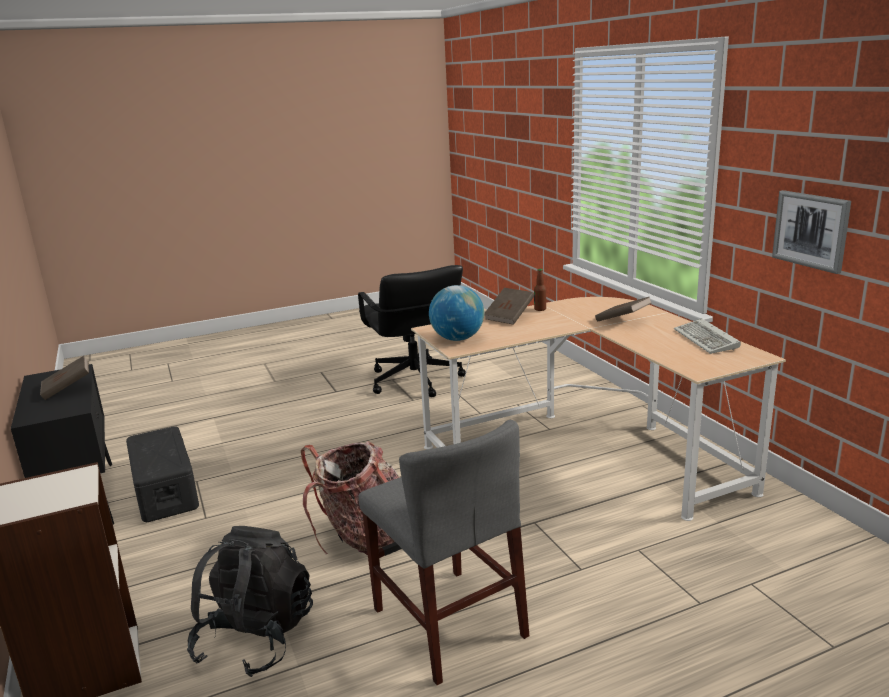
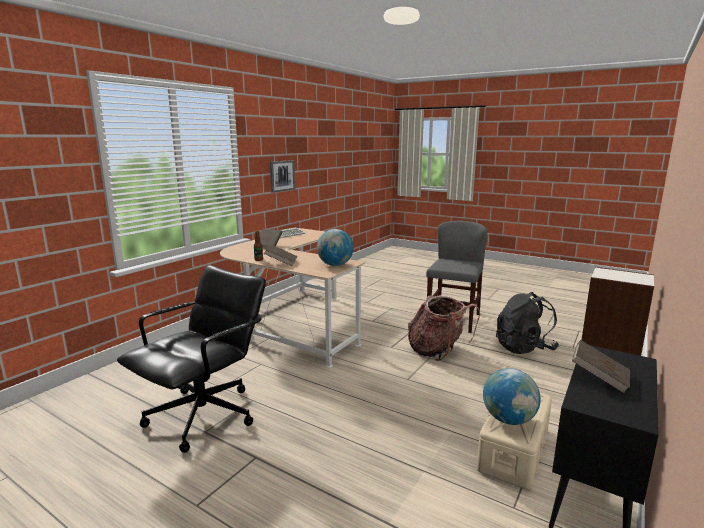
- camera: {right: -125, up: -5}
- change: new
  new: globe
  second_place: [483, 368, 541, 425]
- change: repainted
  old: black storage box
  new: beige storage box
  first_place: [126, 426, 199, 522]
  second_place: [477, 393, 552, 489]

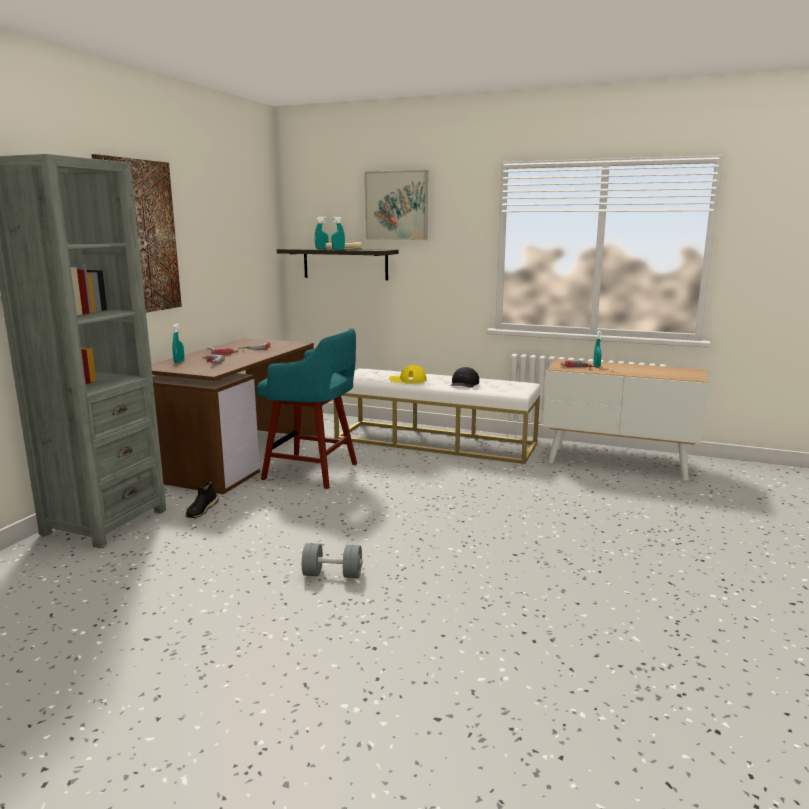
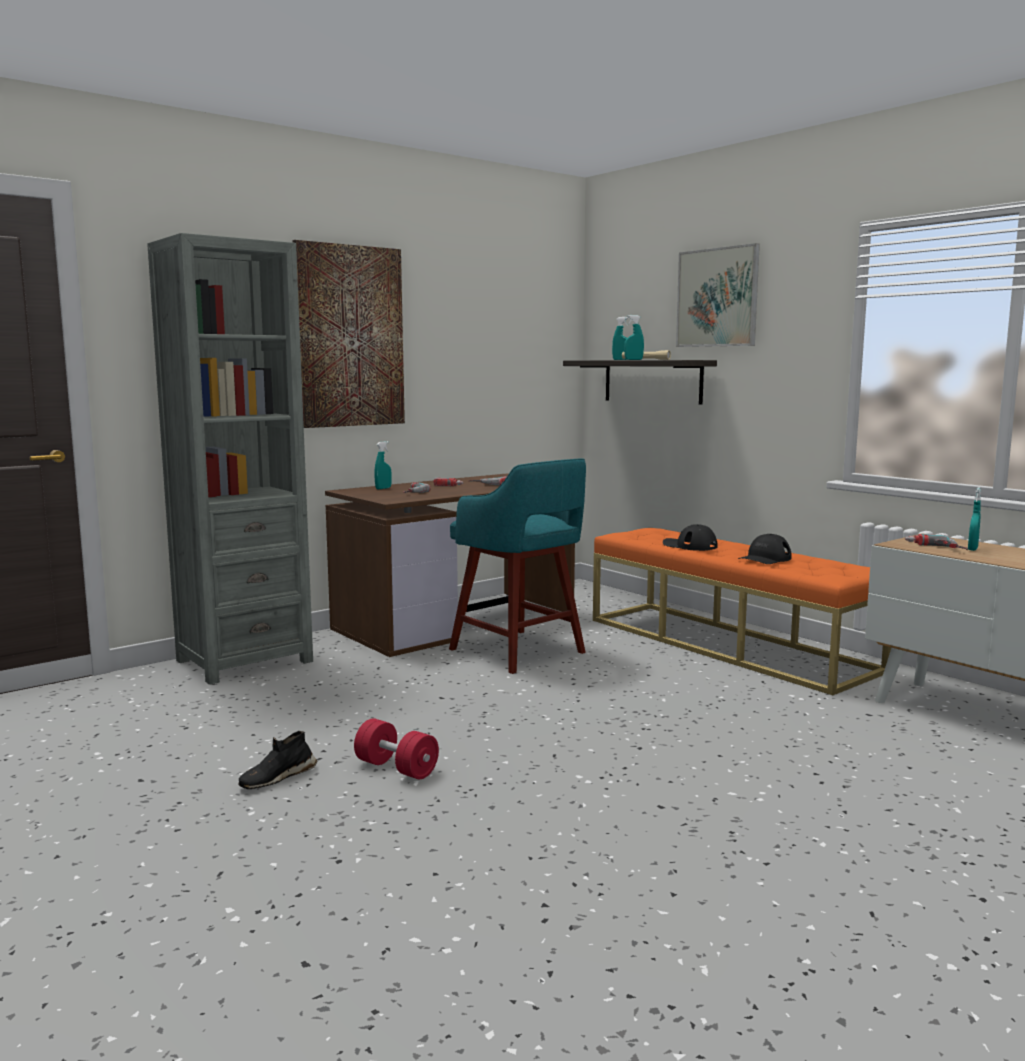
- camera: {right: 30, up: -5}
- change: shifted
  old: black shoe
  first_place: [186, 482, 219, 518]
  second_place: [238, 731, 318, 789]
- change: repainted
  old: grey dumbbell
  new: red dumbbell
  first_place: [302, 543, 363, 578]
  second_place: [354, 718, 439, 779]
- change: repainted
  old: white bench
  new: orange bench
  first_place: [333, 369, 540, 464]
  second_place: [593, 528, 891, 695]
- change: repainted
  old: yellow cap
  new: black cap
  first_place: [389, 365, 427, 383]
  second_place: [663, 524, 717, 551]

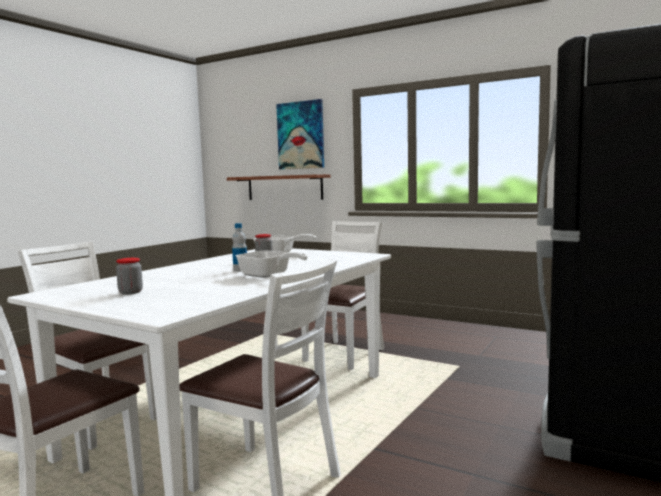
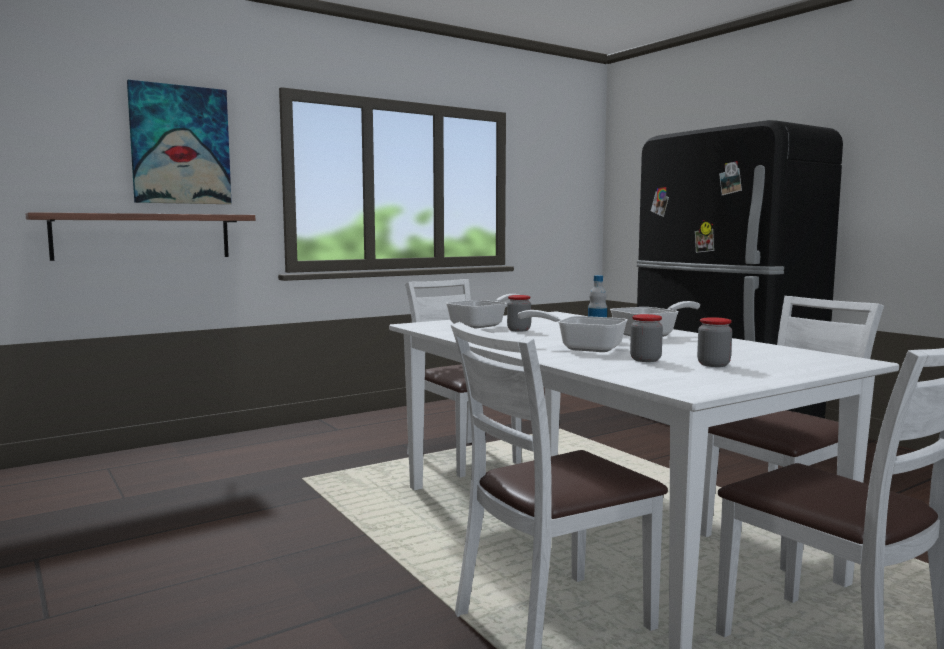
- camera: {right: -65, up: 0}
- change: new
  new: frying pan
  second_place: [518, 310, 628, 352]
- change: new
  new: jar
  second_place: [630, 314, 663, 362]

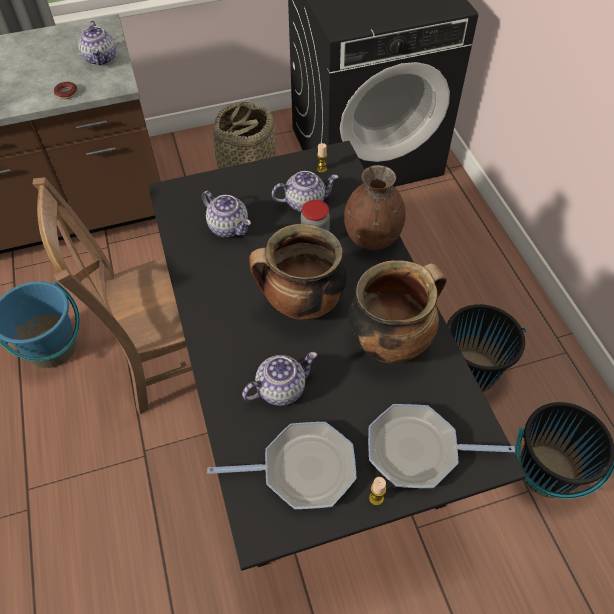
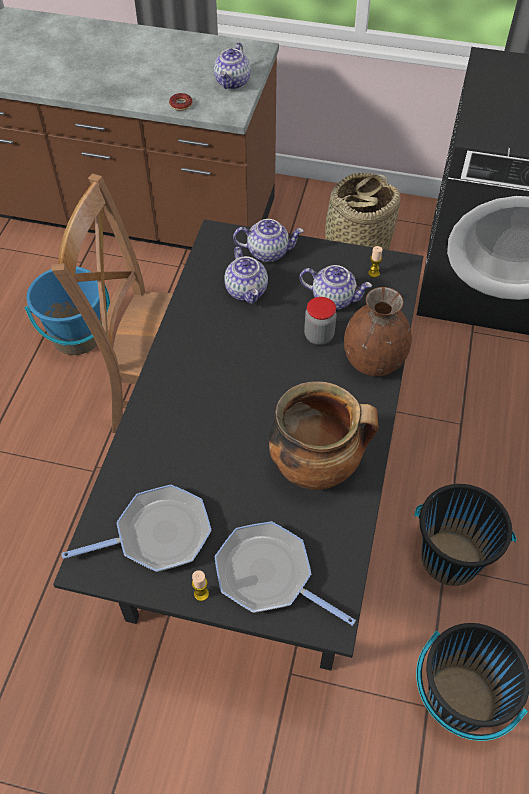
- camera: {right: 30, up: 0}
- change: gone
  old: cooking pot
  first_place: [249, 224, 347, 320]
- change: shifted
  old: teapot
  first_place: [242, 352, 317, 406]
  second_place: [233, 219, 304, 262]
- change: rotated
  old: frying pan
  first_place: [207, 422, 357, 509]
  second_place: [62, 485, 211, 572]
  degrees: -45

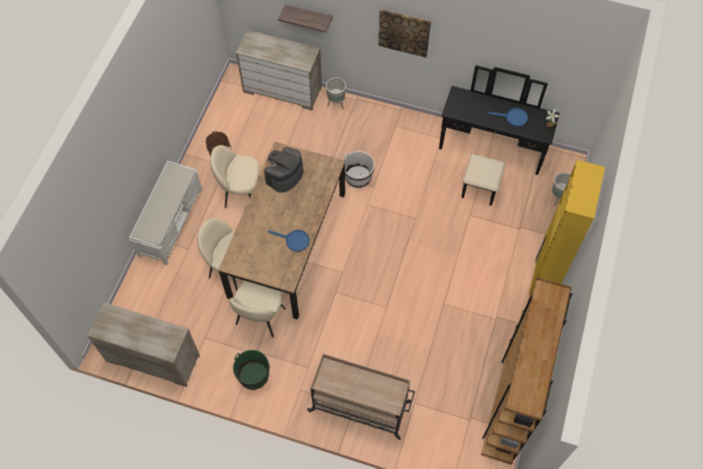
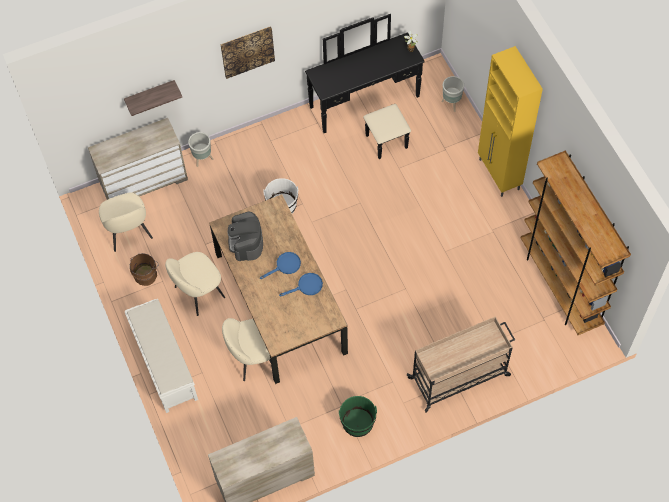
- camera: {right: -40, up: 0}
- change: shifted
  old: beige chair
  first_place: [229, 281, 286, 337]
  second_place: [99, 192, 153, 252]
- change: shifted
  old: blue frying pan
  first_place: [487, 108, 528, 127]
  second_place: [260, 252, 301, 279]

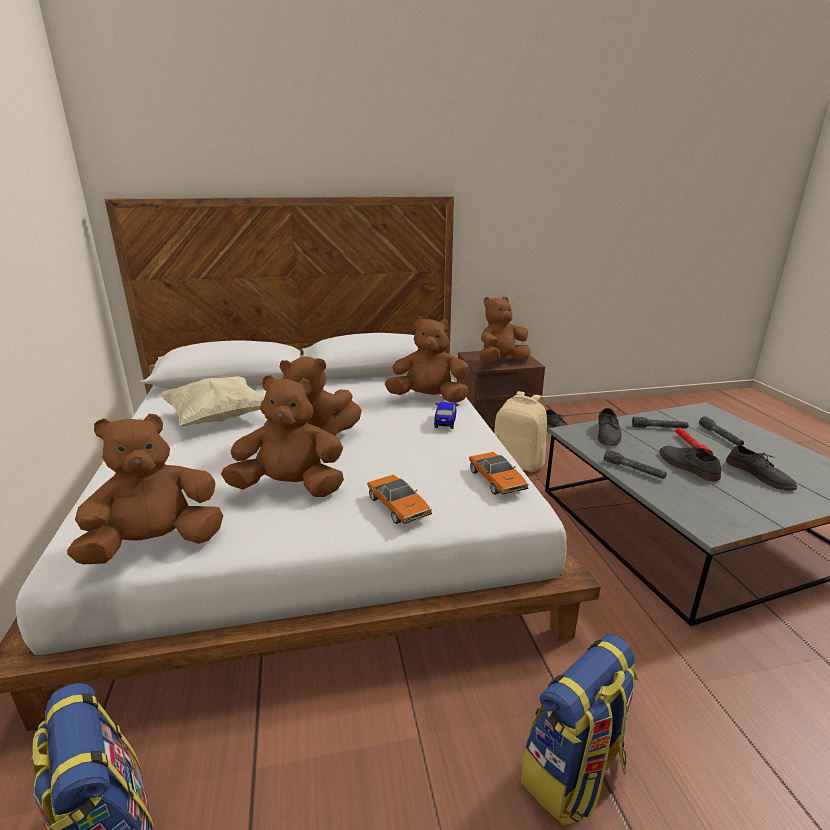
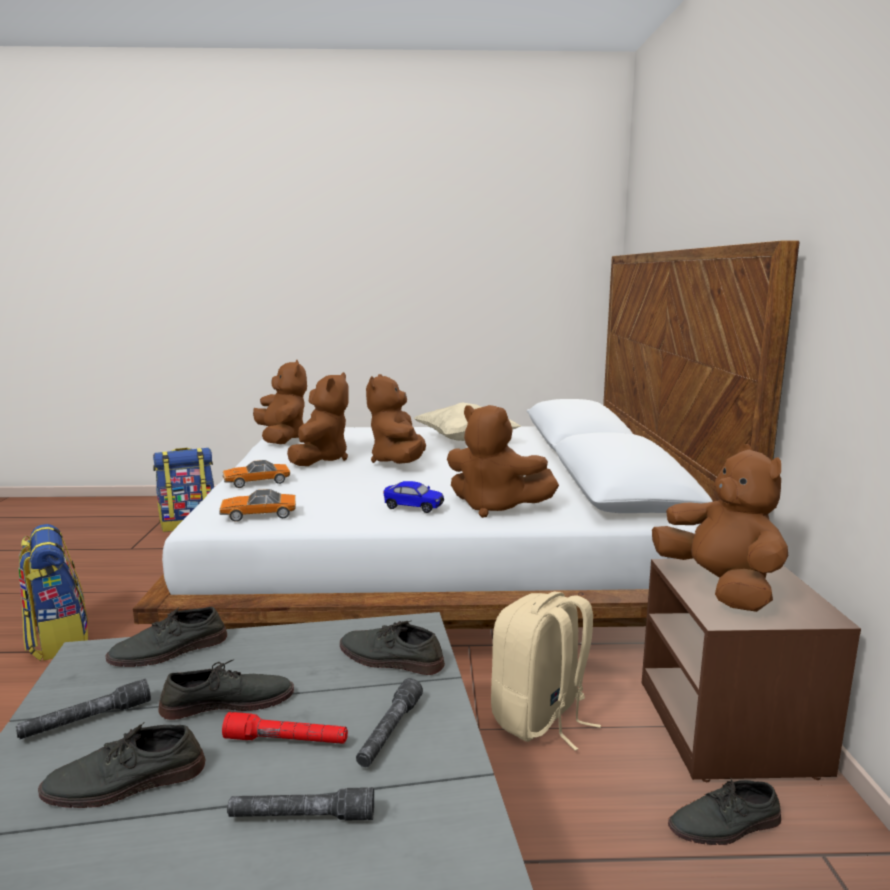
- camera: {right: 100, up: -10}
- change: new
  new: grey shoe
  second_place: [106, 607, 227, 667]
- change: shifted
  old: grey flashlight
  first_place: [604, 449, 667, 479]
  second_place: [16, 678, 151, 739]
- change: rotated
  old: brown plush toy
  first_place: [385, 317, 469, 403]
  second_place: [447, 405, 559, 518]
  degrees: 105

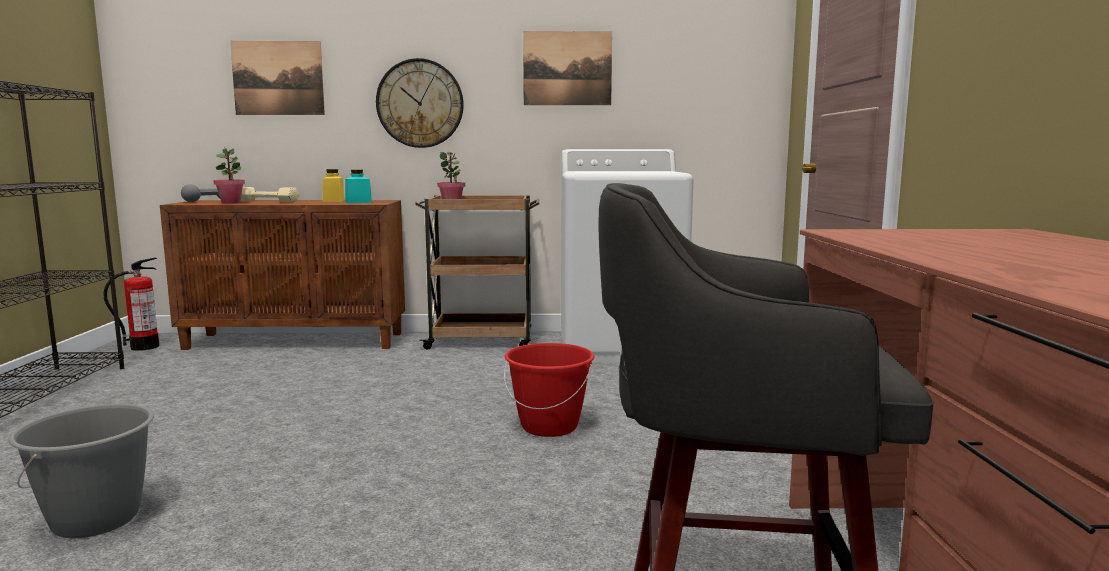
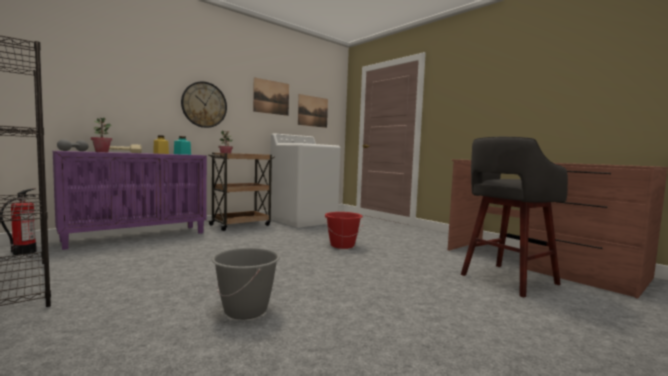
- camera: {right: -40, up: -5}
- change: shifted
  old: picture
  first_place: [230, 41, 325, 115]
  second_place: [298, 94, 328, 128]
- change: repainted
  old: brown cabinet
  new: purple cabinet
  first_place: [160, 200, 405, 350]
  second_place: [53, 151, 207, 250]

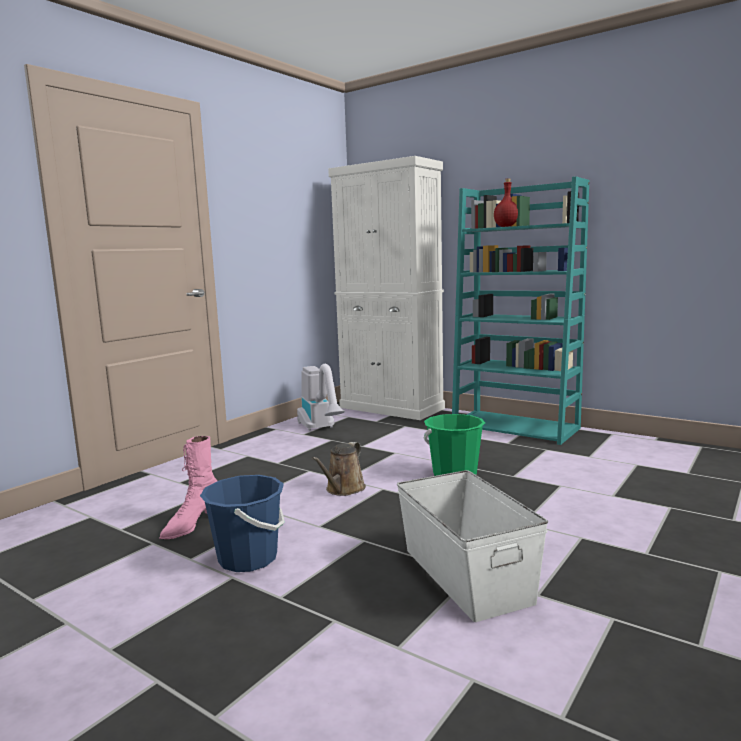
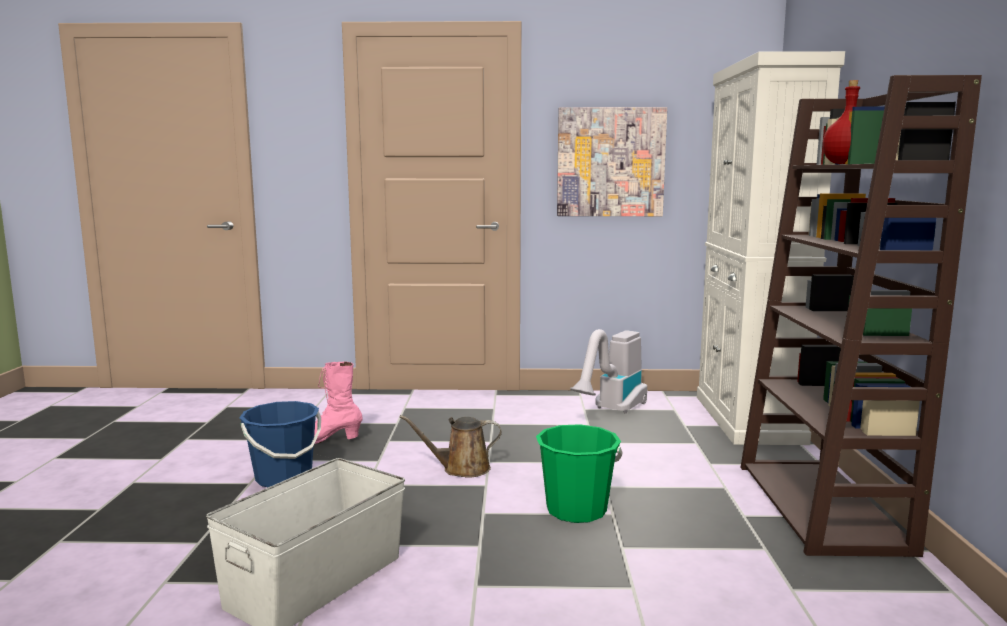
- camera: {right: 55, up: 0}
- change: new
  new: picture
  second_place: [557, 107, 667, 216]
- change: repainted
  old: turquoise bookcase
  new: brown bookcase
  first_place: [452, 176, 589, 445]
  second_place: [740, 75, 982, 557]

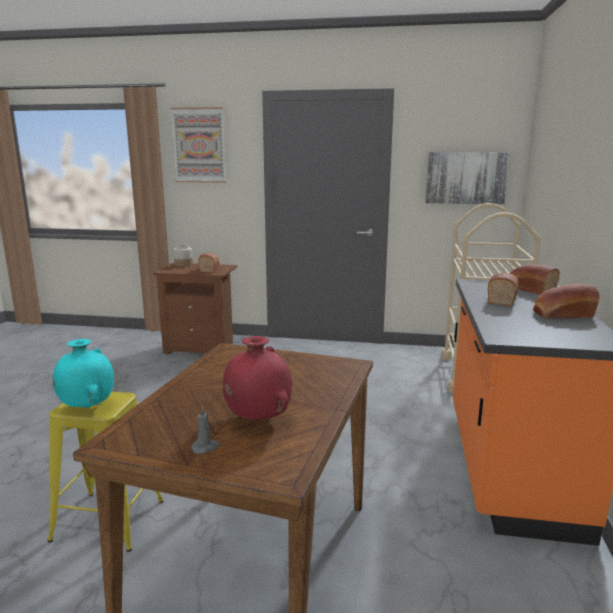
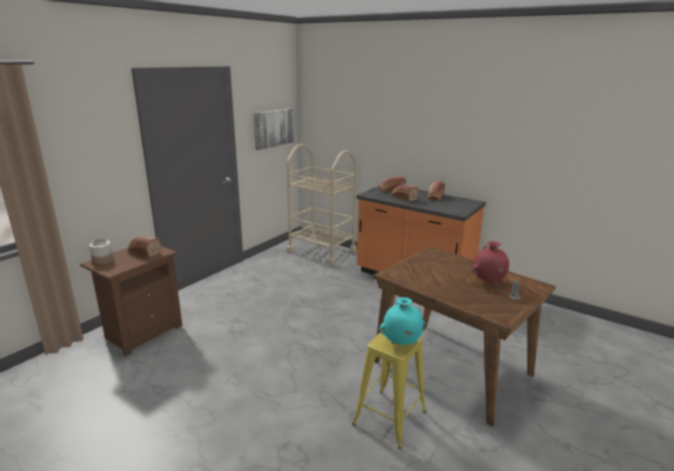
- camera: {right: -65, up: 5}
- change: gone
  old: picture
  first_place: [171, 107, 227, 183]

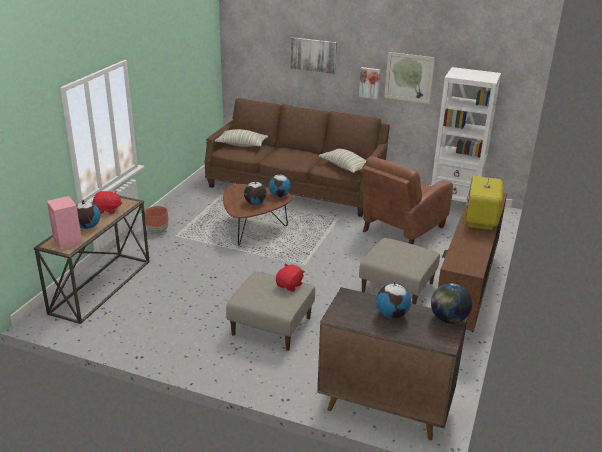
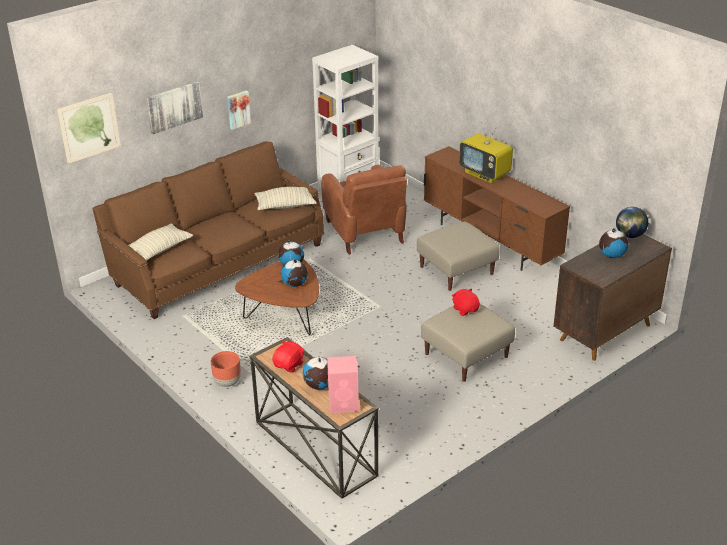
- camera: {right: -60, up: 5}
- change: shifted
  old: picture
  first_place: [384, 52, 435, 104]
  second_place: [57, 93, 121, 164]

